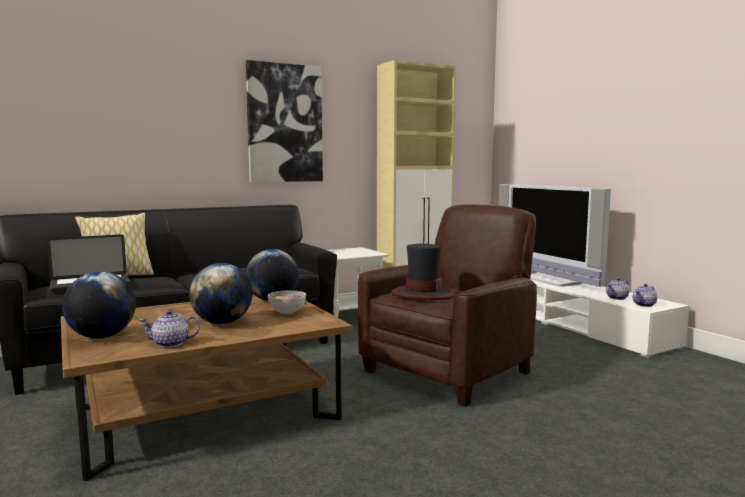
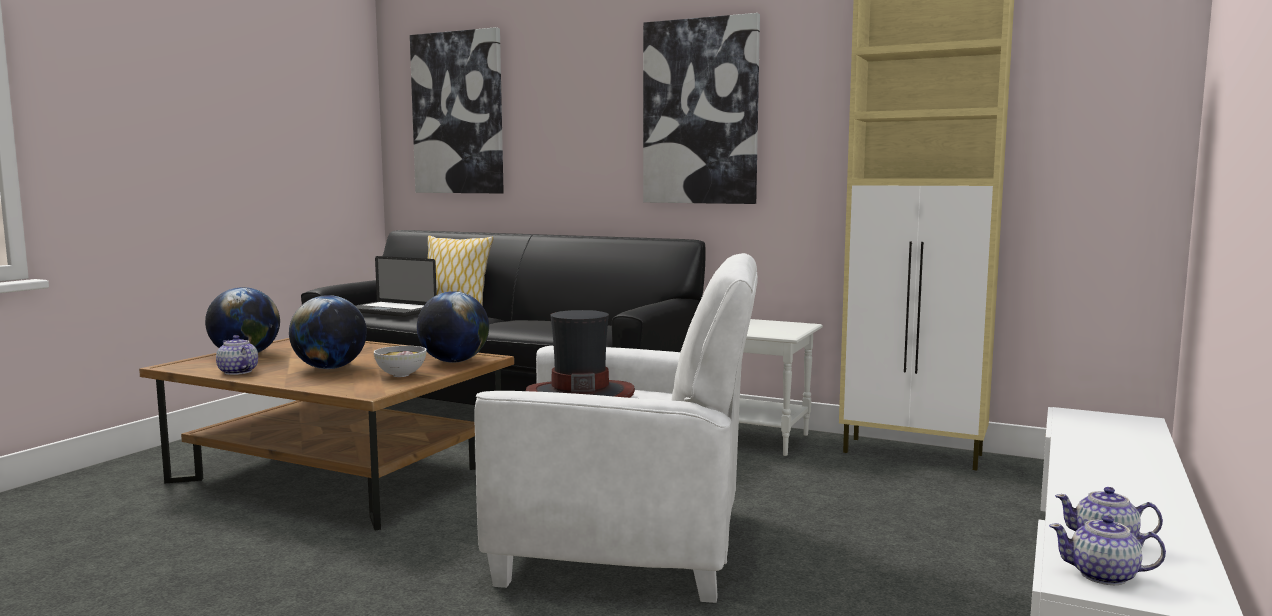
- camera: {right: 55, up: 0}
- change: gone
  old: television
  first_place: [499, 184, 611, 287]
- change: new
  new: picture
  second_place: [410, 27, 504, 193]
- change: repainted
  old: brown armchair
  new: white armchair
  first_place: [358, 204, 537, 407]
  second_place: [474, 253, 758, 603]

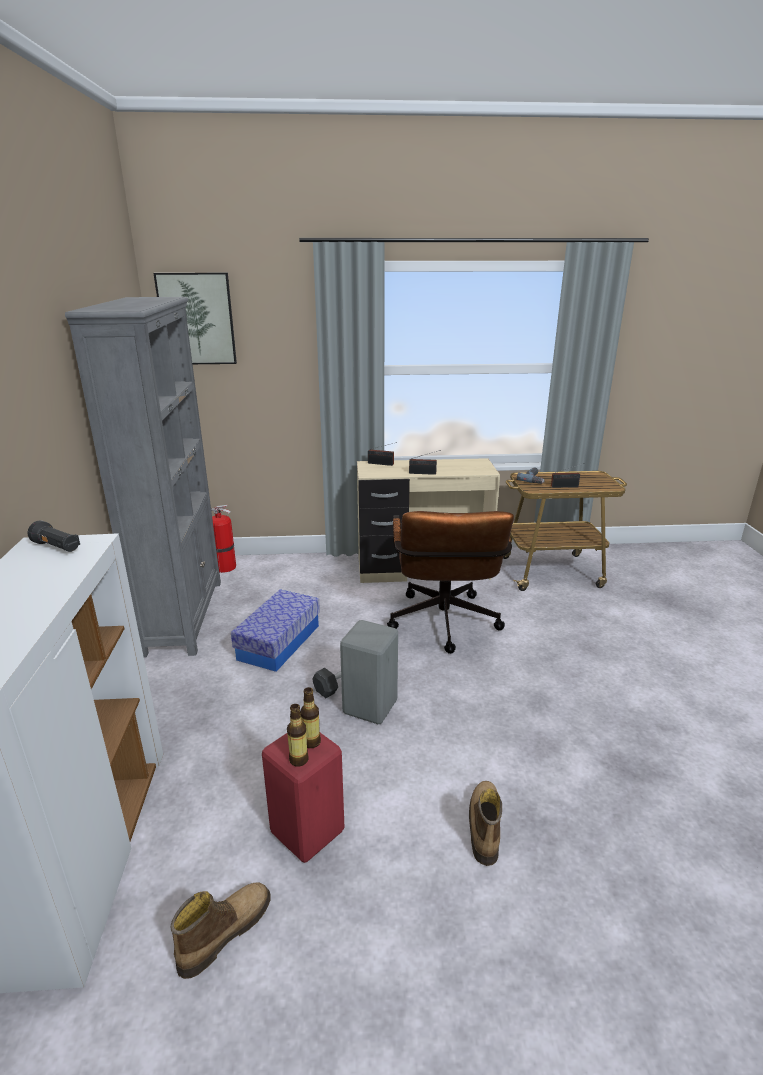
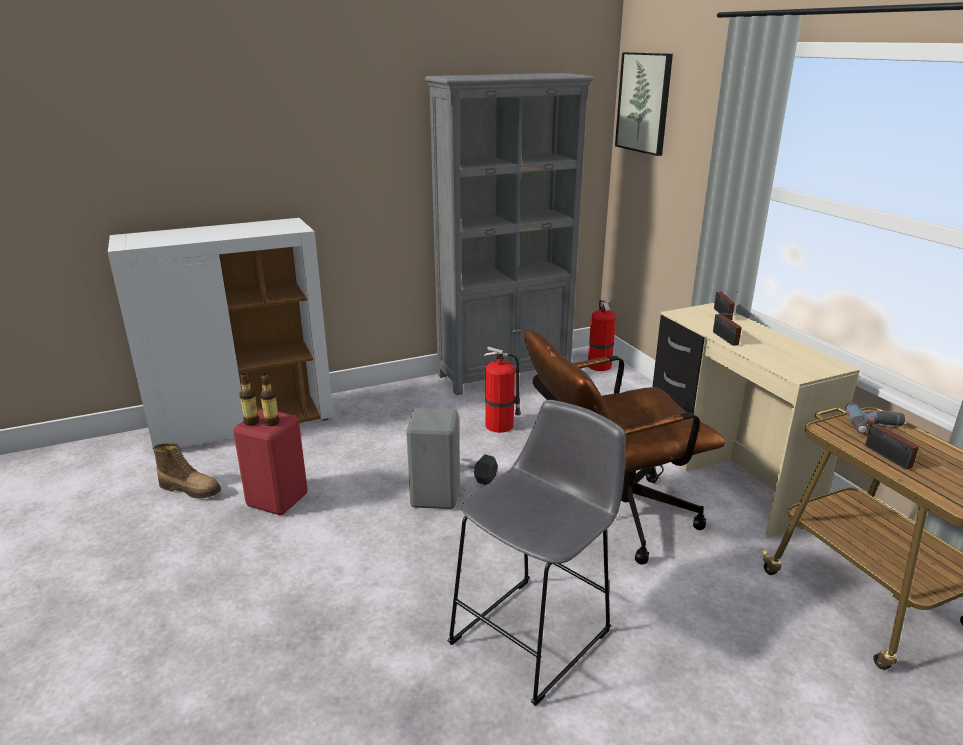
- camera: {right: 70, up: 0}
- change: gone
  old: black flashlight
  first_place: [28, 520, 80, 552]
- change: gone
  old: boot
  first_place: [469, 781, 502, 866]
- change: new
  new: grey stool
  second_place: [448, 400, 626, 706]
- change: swapped
  old: storage box
  new: fire extinguisher
  first_place: [231, 589, 320, 672]
  second_place: [484, 346, 521, 433]

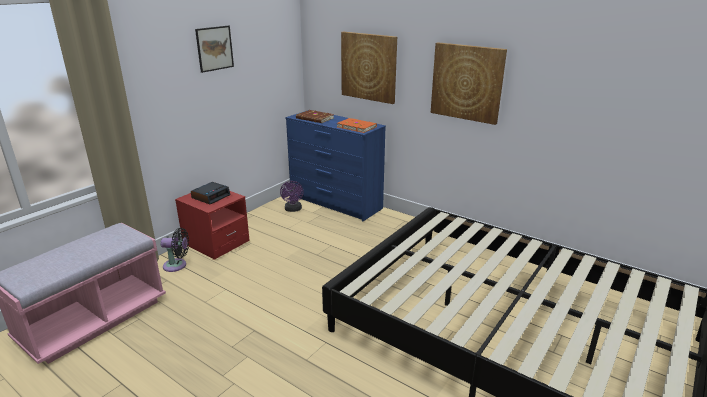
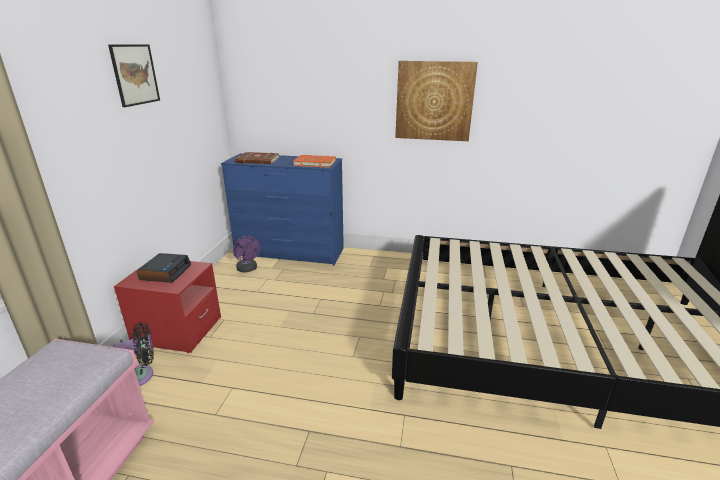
- camera: {right: -25, up: 0}
- change: gone
  old: picture
  first_place: [341, 32, 397, 104]

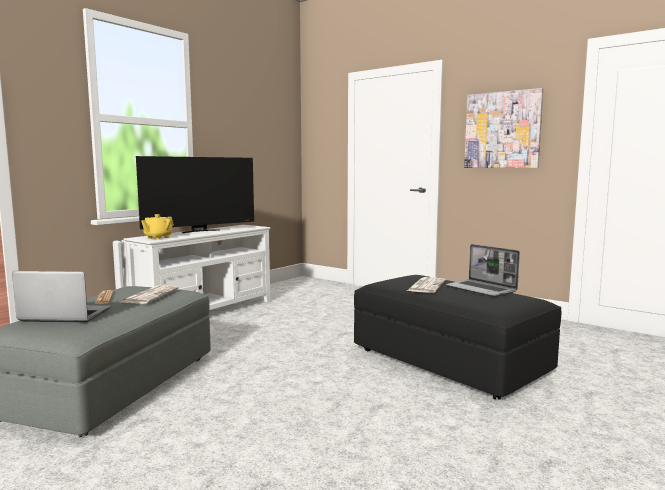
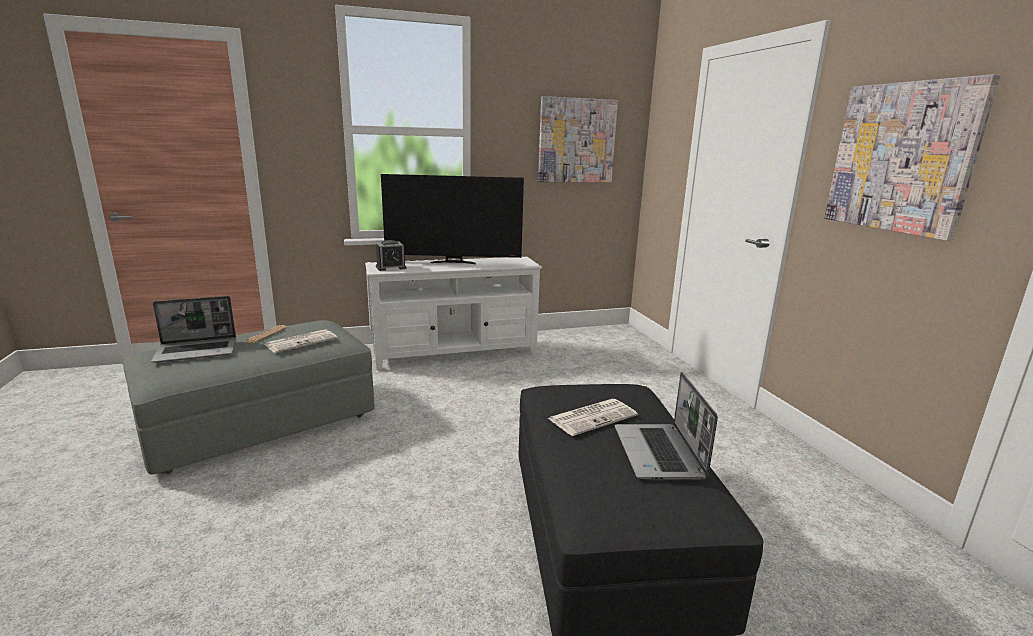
- camera: {right: 35, up: 10}
- change: new
  new: picture
  second_place: [538, 96, 618, 182]
- change: swapped
  old: yellow teapot
  new: alarm clock
  first_place: [141, 214, 174, 239]
  second_place: [376, 240, 407, 271]
- change: rotated
  old: laptop
  first_place: [12, 271, 111, 323]
  second_place: [151, 296, 236, 362]
  degrees: 120

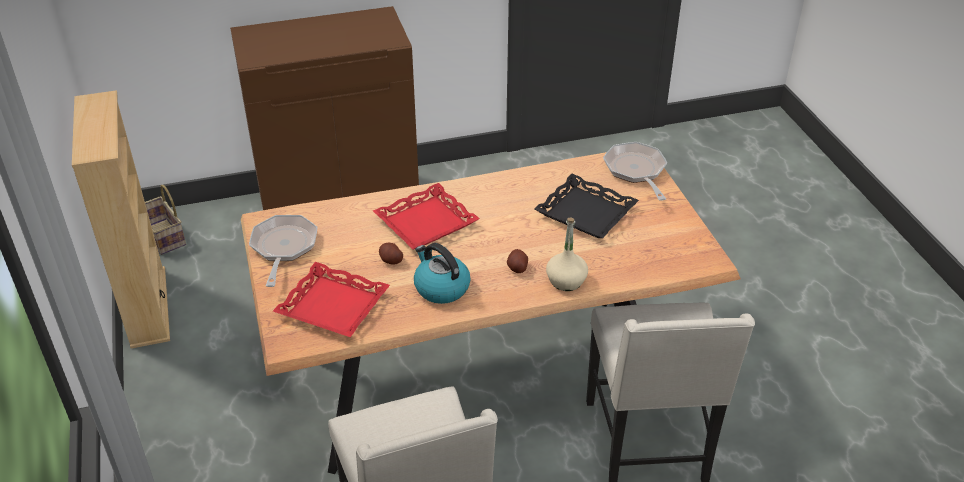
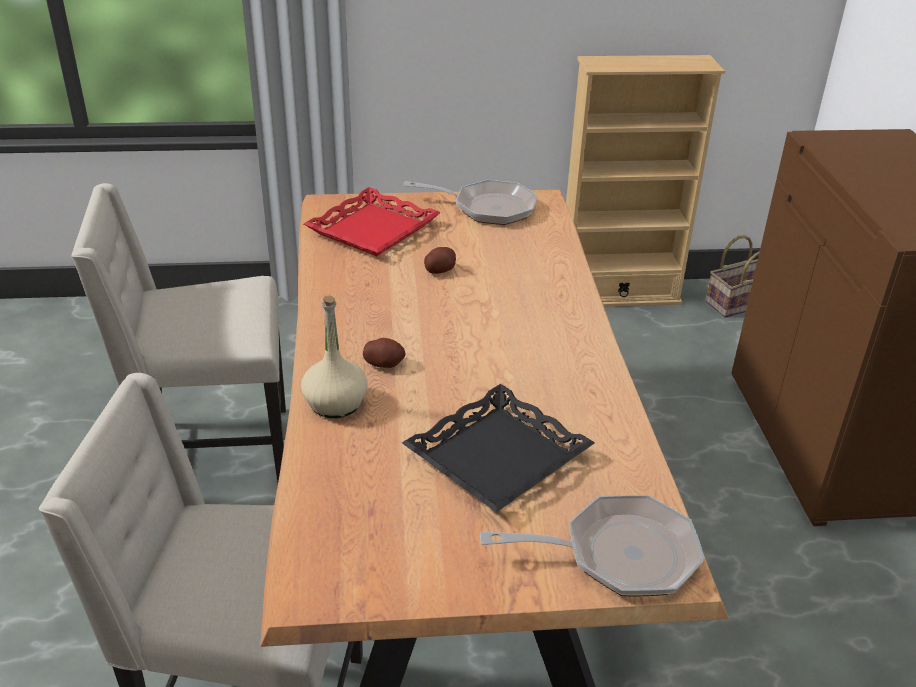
- camera: {right: 100, up: -5}
- change: gone
  old: red tray
  first_place: [373, 183, 480, 249]
- change: gone
  old: kettle
  first_place: [414, 243, 471, 304]

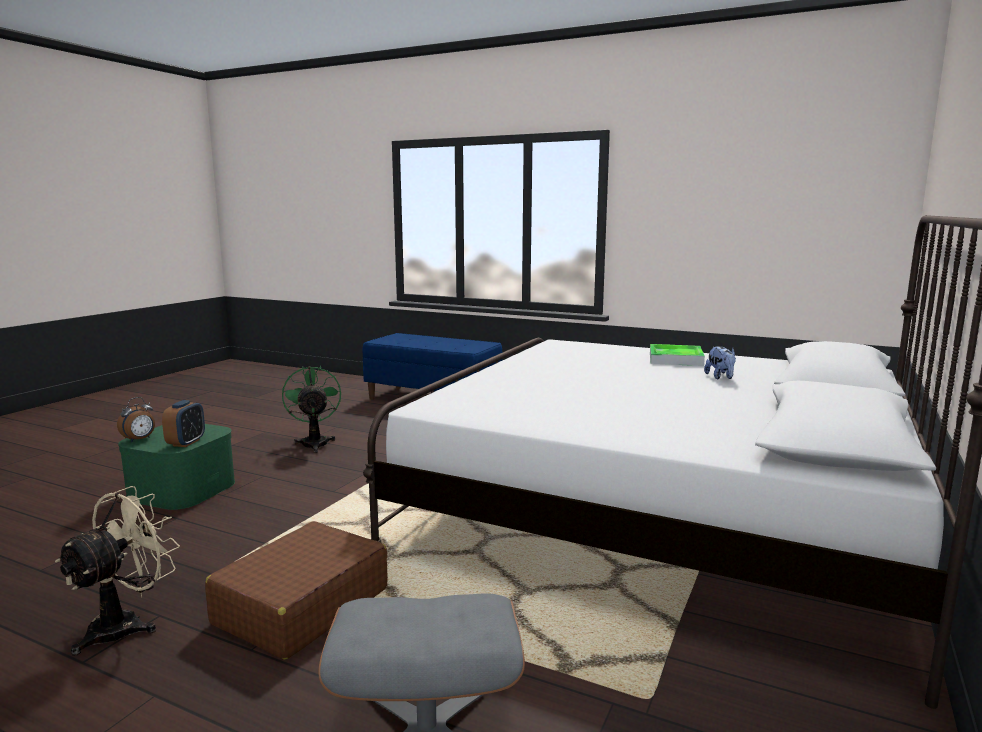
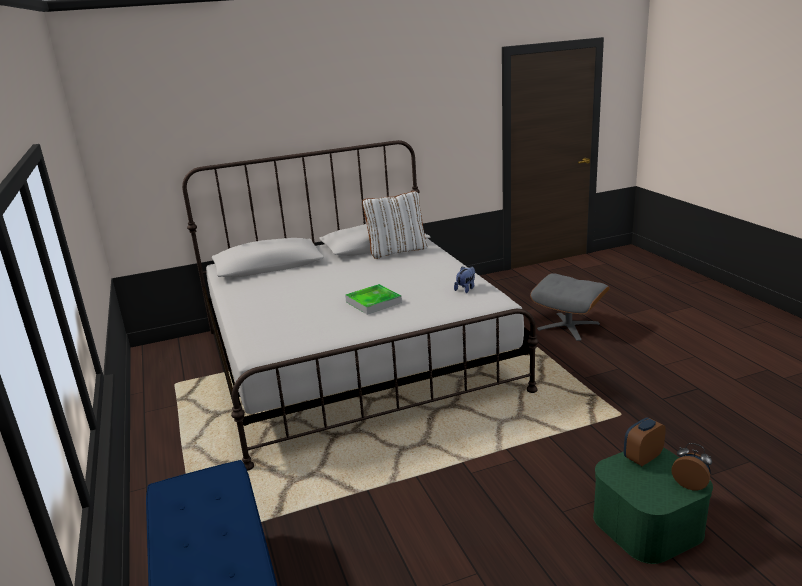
- camera: {right: -135, up: 10}
- change: gone
  old: beige fan
  first_place: [55, 486, 180, 656]
- change: gone
  old: brown suitcase
  first_place: [205, 521, 388, 660]
- change: gone
  old: green fan
  first_place: [282, 366, 341, 453]
- change: new
  new: white pillow
  second_place: [362, 191, 428, 259]
- change: shifted
  old: tray
  first_place: [650, 344, 705, 366]
  second_place: [345, 284, 402, 315]
- change: shifted
  old: plush toy
  first_place: [704, 346, 736, 379]
  second_place: [454, 266, 475, 293]
- change: rotated
  old: alarm clock
  first_place: [117, 397, 155, 442]
  second_place: [671, 443, 712, 490]
  degrees: 45

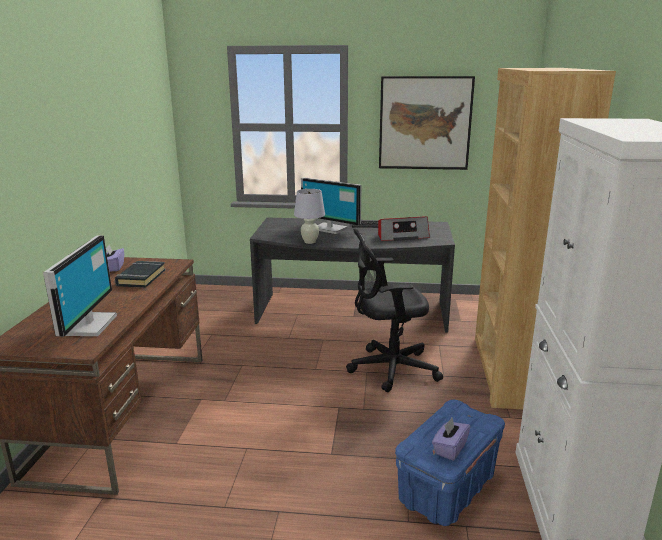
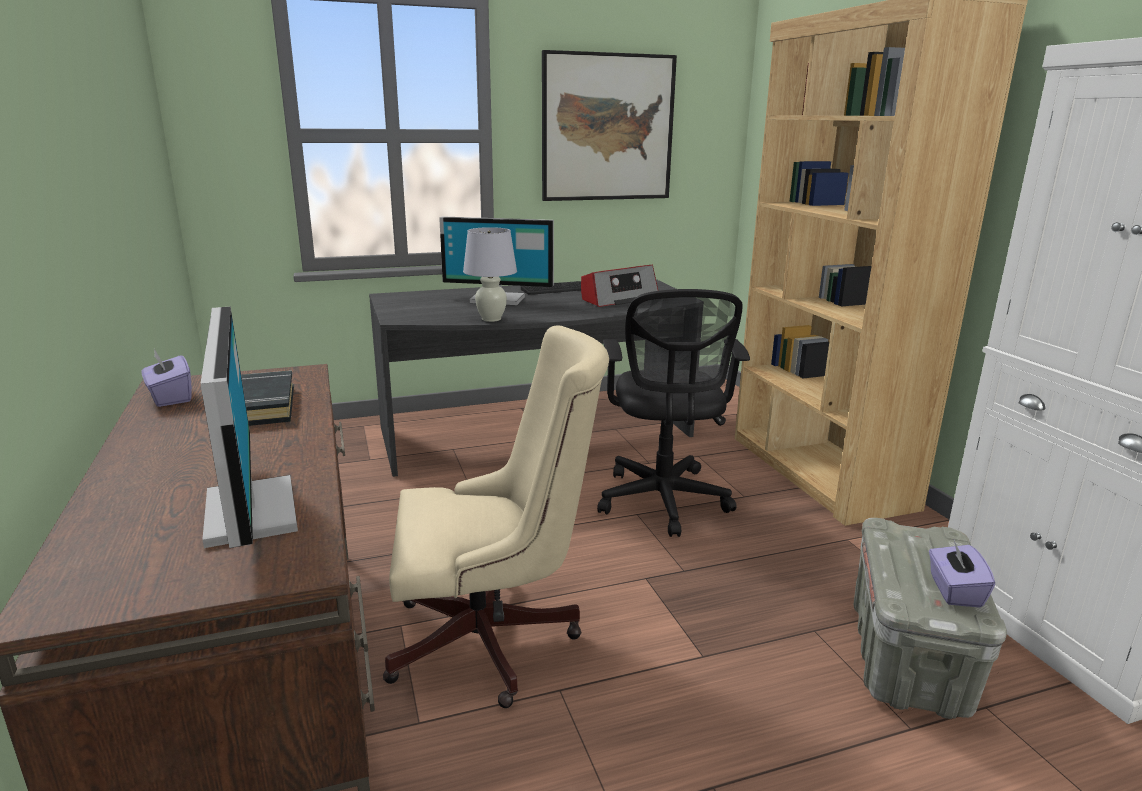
- camera: {right: -25, up: 0}
- change: new
  new: beige office chair
  second_place: [383, 325, 609, 708]
- change: repainted
  old: blue storage box
  new: grey storage box
  first_place: [395, 400, 505, 526]
  second_place: [854, 518, 1007, 719]
- change: rotated
  old: black office chair
  first_place: [346, 229, 443, 392]
  second_place: [597, 289, 750, 537]
  degrees: -60

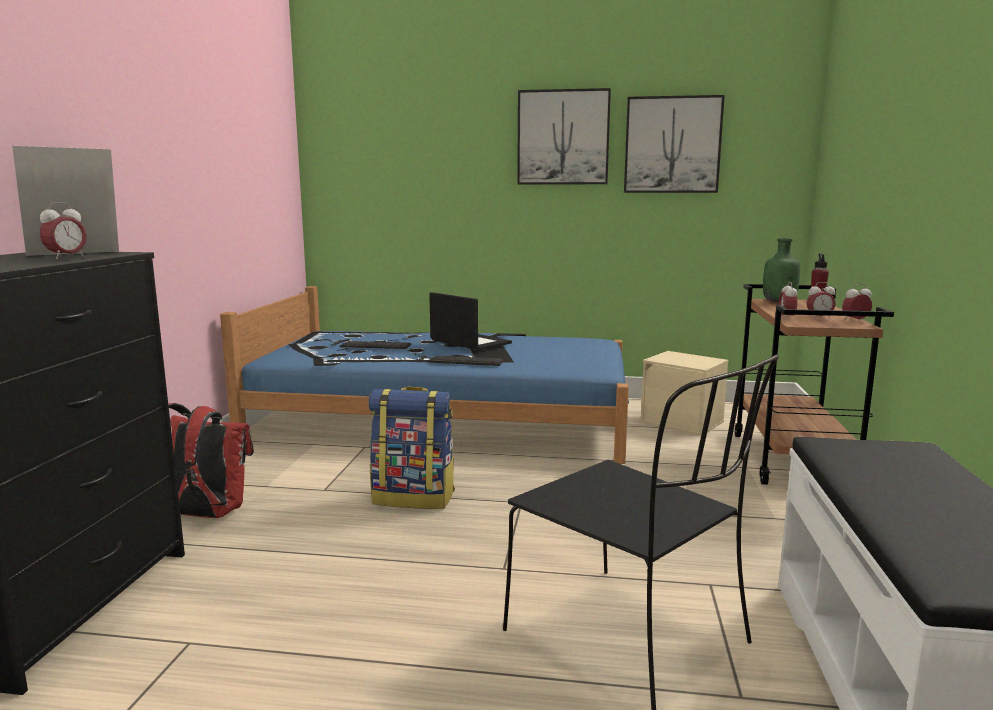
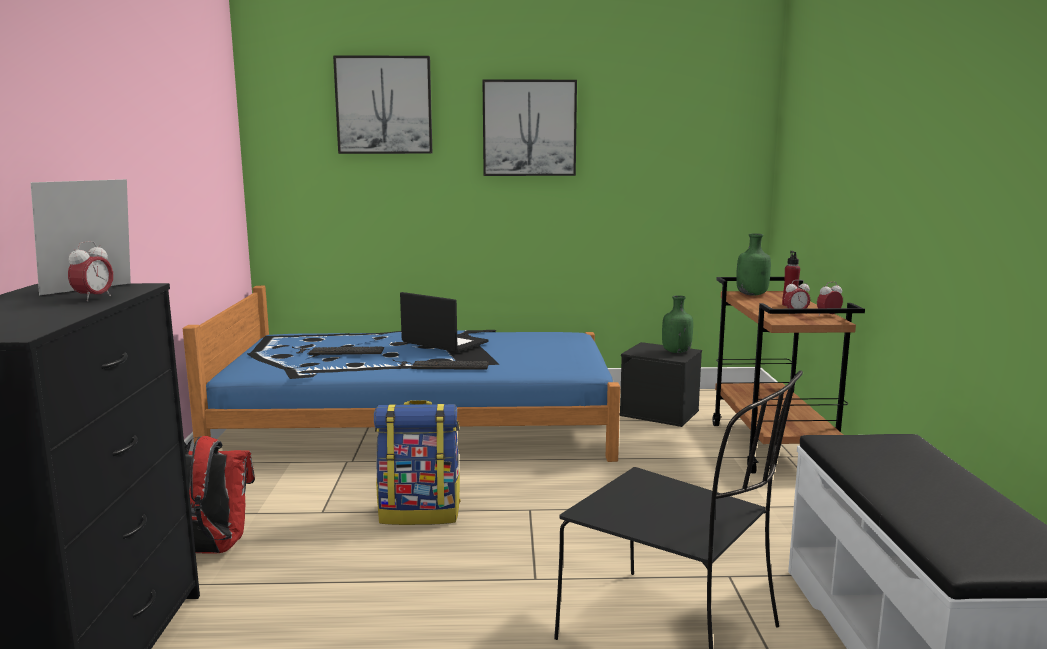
- camera: {right: -10, up: 0}
- change: gone
  old: alarm clock
  first_place: [779, 282, 797, 320]
- change: new
  new: green bottle
  second_place: [662, 295, 693, 353]
- change: shifted
  old: picture
  first_place: [624, 95, 725, 193]
  second_place: [333, 55, 432, 154]
- change: repainted
  old: beige storage box
  new: black storage box
  first_place: [640, 351, 729, 436]
  second_place: [620, 342, 702, 427]

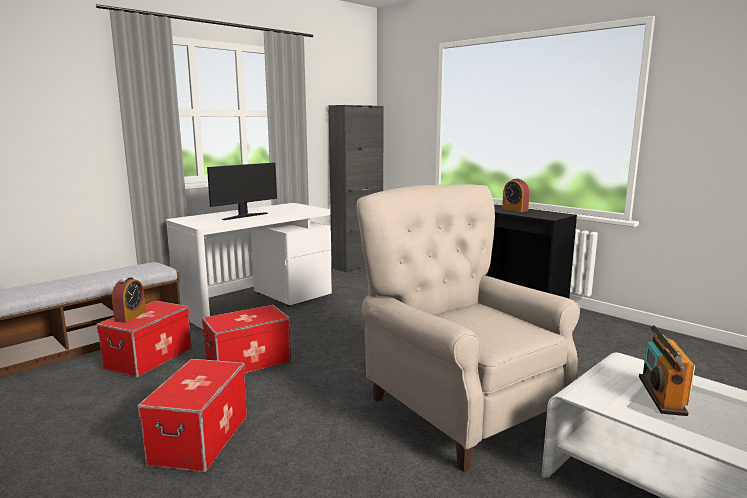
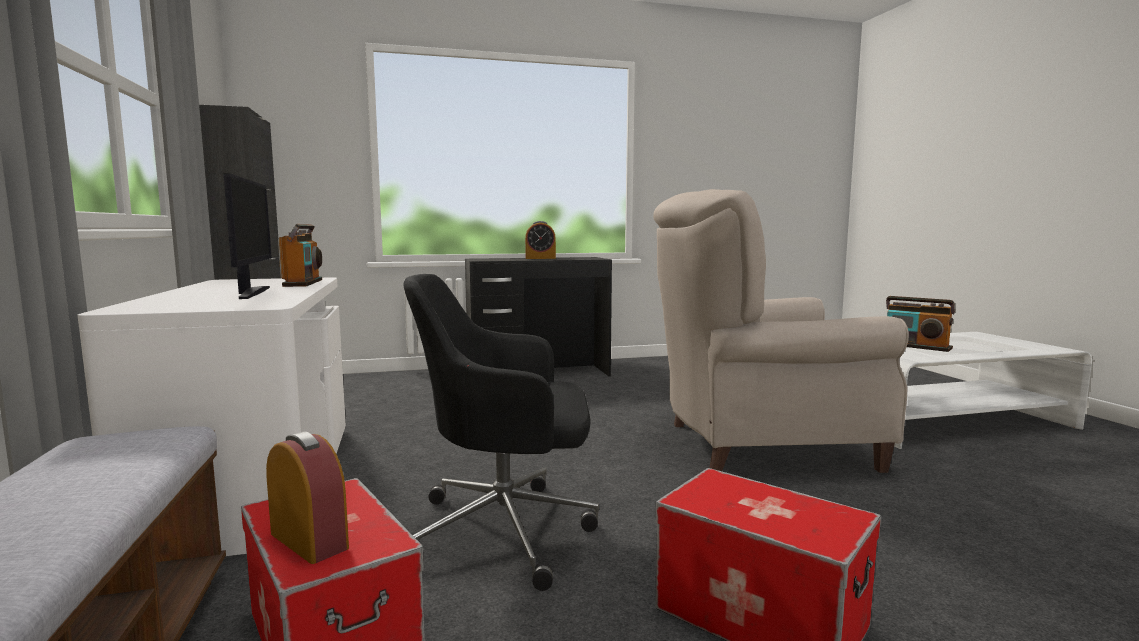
- camera: {right: -60, up: -5}
- change: new
  new: radio
  second_place: [278, 224, 322, 287]
- change: swapped
  old: storage box
  new: black office chair
  first_place: [202, 305, 291, 374]
  second_place: [403, 274, 599, 591]

